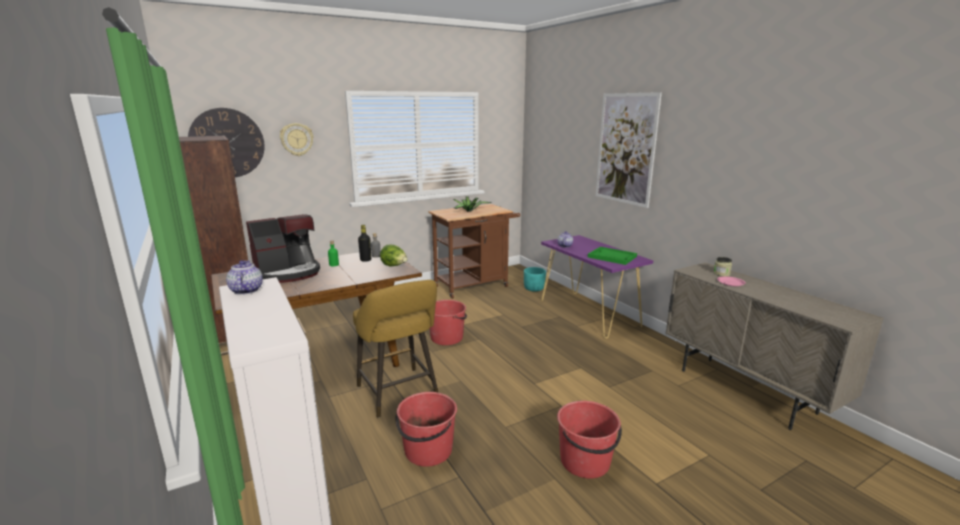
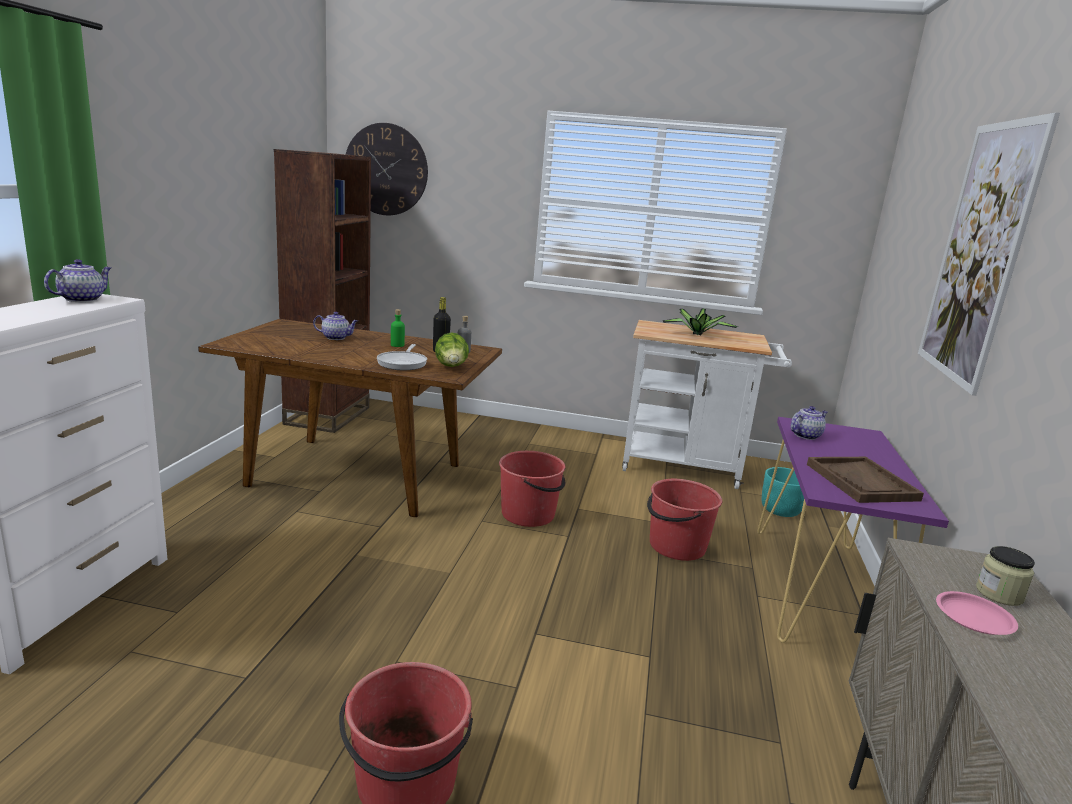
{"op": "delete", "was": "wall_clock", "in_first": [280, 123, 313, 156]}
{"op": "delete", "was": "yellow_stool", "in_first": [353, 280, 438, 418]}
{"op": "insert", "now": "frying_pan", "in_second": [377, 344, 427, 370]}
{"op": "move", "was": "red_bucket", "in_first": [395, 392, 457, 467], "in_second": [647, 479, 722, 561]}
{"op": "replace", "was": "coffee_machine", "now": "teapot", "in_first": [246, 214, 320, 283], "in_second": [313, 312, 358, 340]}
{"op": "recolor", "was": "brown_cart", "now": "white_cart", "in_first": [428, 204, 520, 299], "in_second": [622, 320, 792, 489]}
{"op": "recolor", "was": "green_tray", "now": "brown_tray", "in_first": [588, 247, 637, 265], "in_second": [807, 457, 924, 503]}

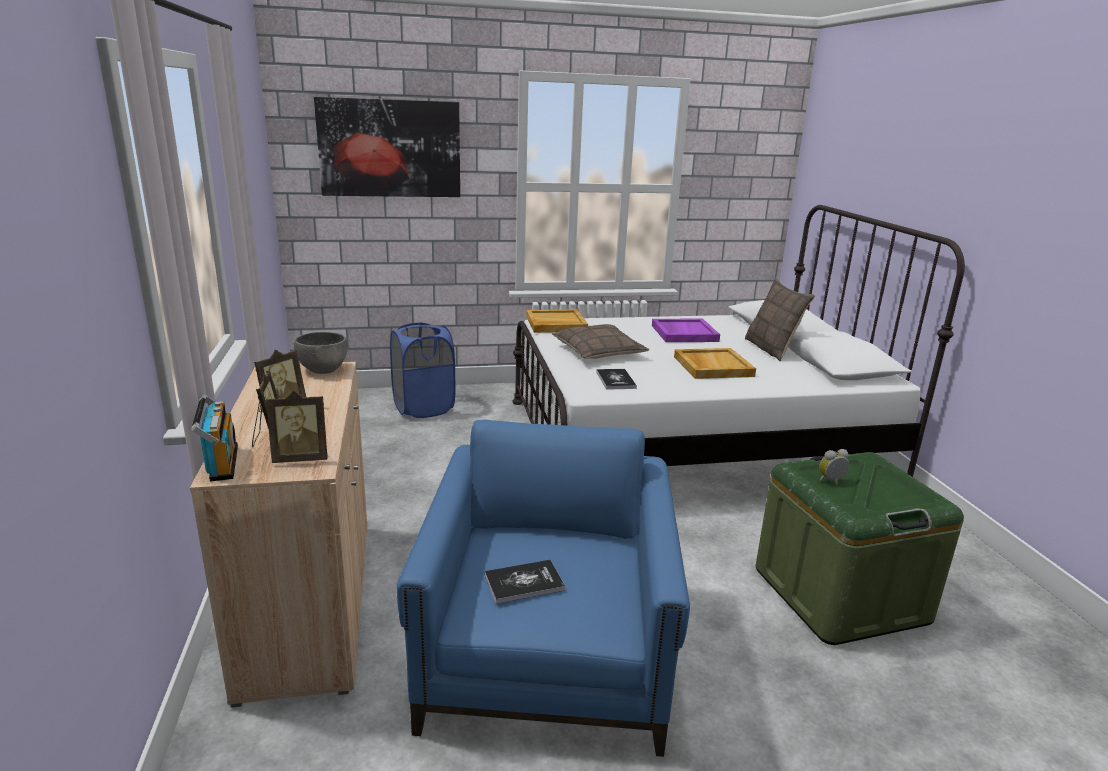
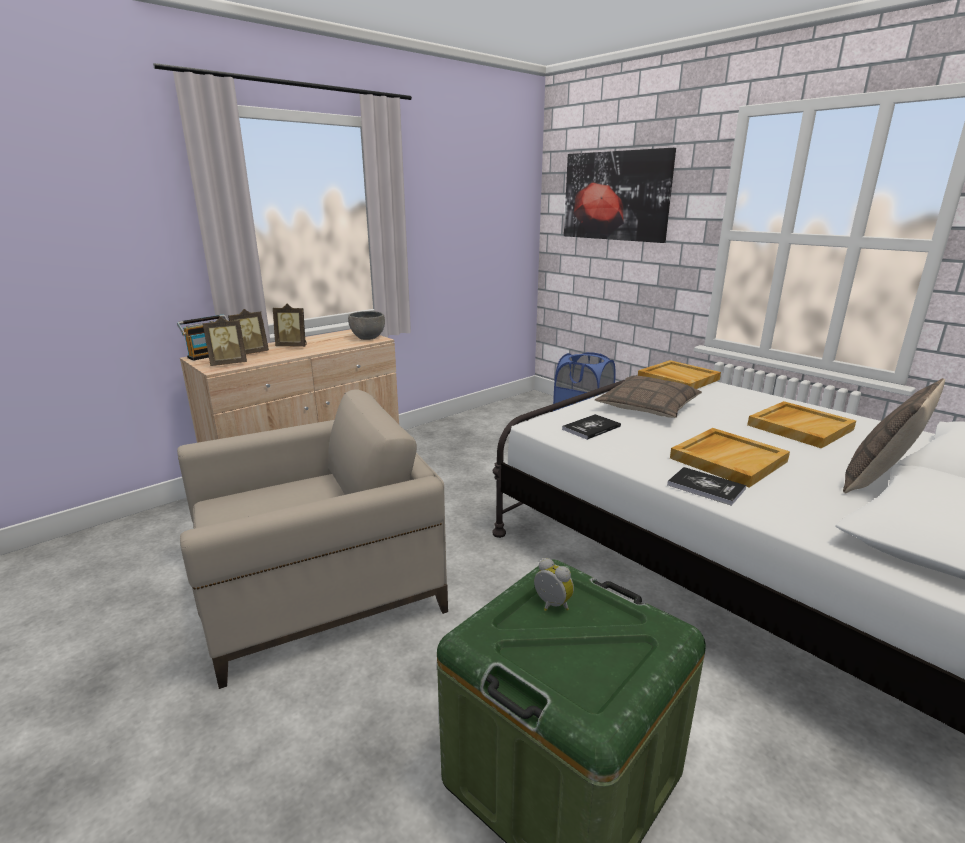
{"op": "move", "was": "book", "in_first": [485, 560, 565, 604], "in_second": [667, 467, 746, 506]}
{"op": "recolor", "was": "blue_armchair", "now": "beige_armchair", "in_first": [397, 419, 690, 757], "in_second": [177, 389, 448, 689]}
{"op": "recolor", "was": "purple_tray", "now": "beige_tray", "in_first": [652, 319, 720, 342], "in_second": [747, 401, 856, 448]}
{"op": "rotate", "was": "picture_frame", "in_first": [266, 390, 327, 463], "in_second": [203, 317, 247, 366], "clockwise": -75}

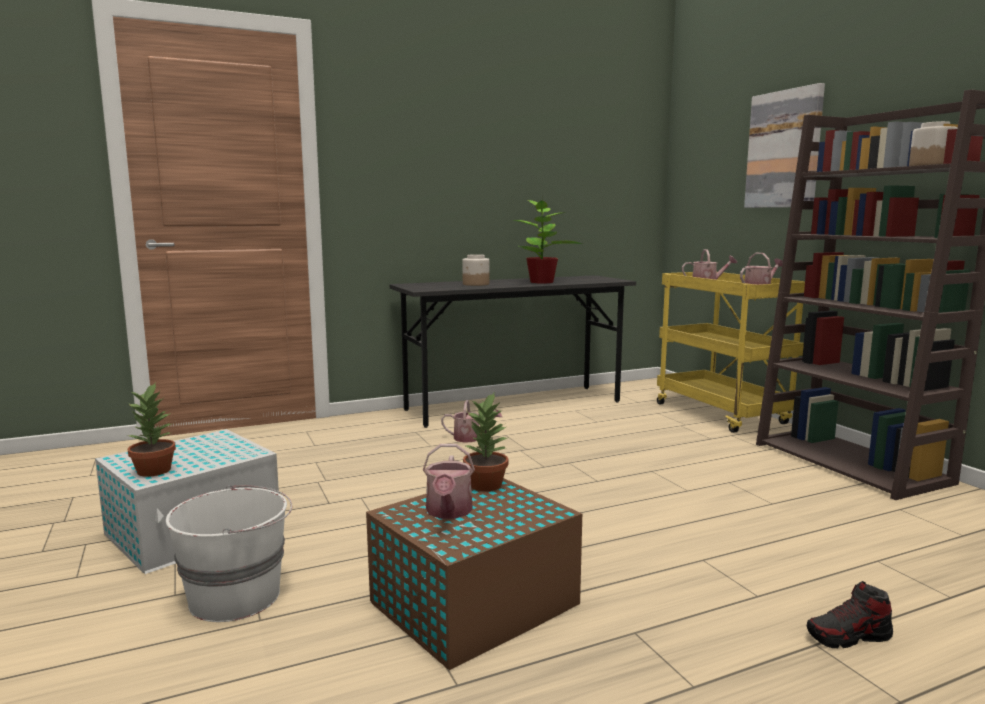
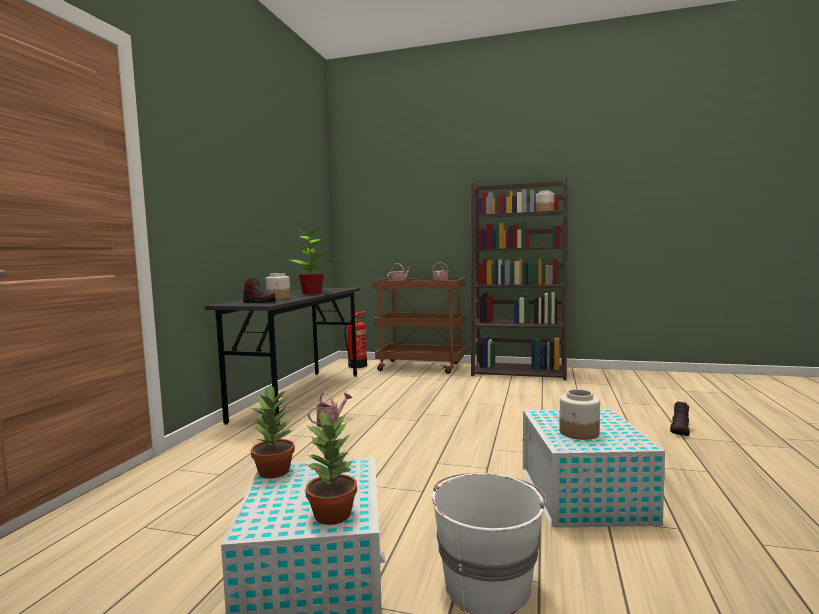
{"op": "delete", "was": "picture", "in_first": [744, 83, 825, 208]}
{"op": "insert", "now": "shoe", "in_second": [243, 277, 276, 303]}
{"op": "insert", "now": "fire_extinguisher", "in_second": [344, 311, 367, 368]}
{"op": "move", "was": "potted_plant", "in_first": [463, 393, 509, 491], "in_second": [251, 385, 295, 478]}
{"op": "replace", "was": "watering_can", "now": "jar", "in_first": [423, 444, 475, 519], "in_second": [559, 389, 600, 440]}
{"op": "recolor", "was": "brown_storage_box", "now": "white_storage_box", "in_first": [366, 478, 582, 670], "in_second": [522, 408, 665, 528]}
{"op": "recolor", "was": "yellow_cart", "now": "brown_cart", "in_first": [657, 272, 805, 433], "in_second": [373, 278, 466, 374]}

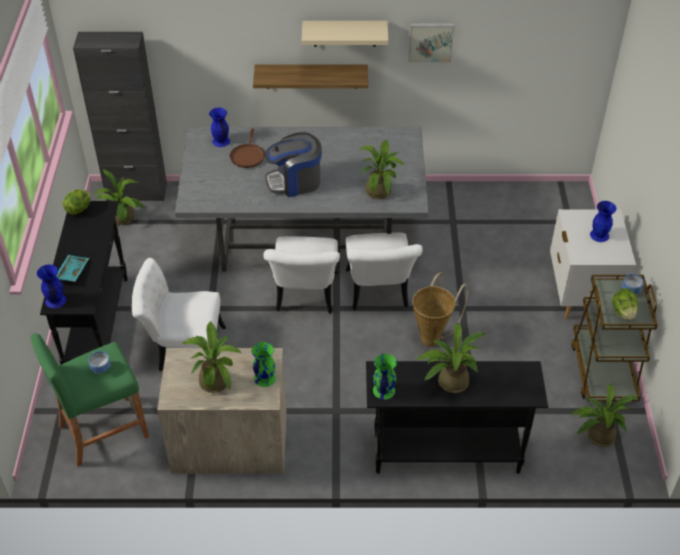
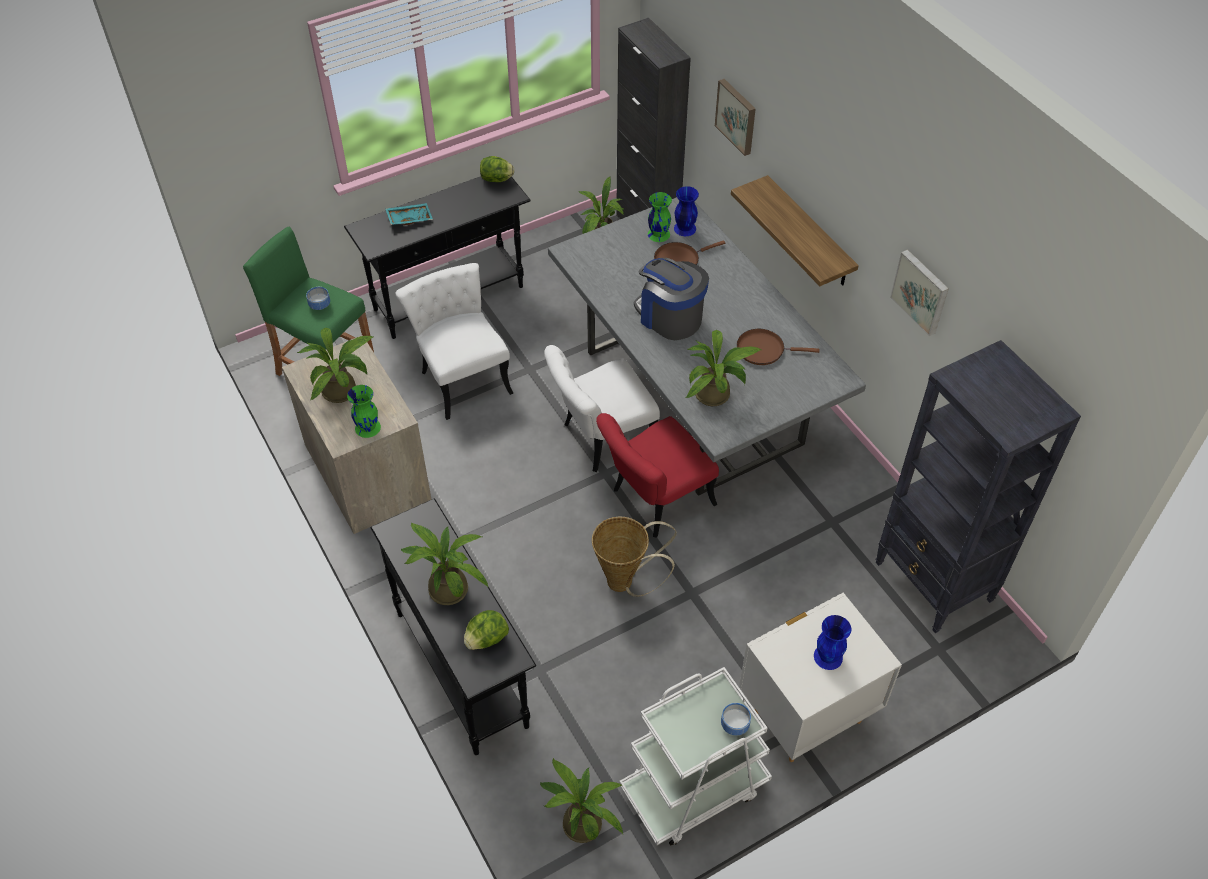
{"op": "delete", "was": "blue_vase", "in_first": [37, 264, 66, 308]}
{"op": "delete", "was": "beige_shelf", "in_first": [302, 21, 389, 47]}
{"op": "insert", "now": "picture", "in_second": [715, 79, 756, 156]}
{"op": "insert", "now": "brown_frying_pan", "in_second": [737, 329, 820, 365]}
{"op": "insert", "now": "black_bookcase", "in_second": [876, 340, 1081, 633]}
{"op": "move", "was": "green_vase", "in_first": [373, 354, 397, 400], "in_second": [648, 192, 672, 242]}
{"op": "move", "was": "lettuce", "in_first": [612, 288, 638, 320], "in_second": [464, 610, 509, 650]}
{"op": "recolor", "was": "white_chair", "now": "red_chair", "in_first": [346, 232, 423, 310], "in_second": [596, 413, 719, 538]}
{"op": "recolor", "was": "brown_cart", "now": "white_cart", "in_first": [571, 275, 658, 401], "in_second": [619, 667, 772, 845]}

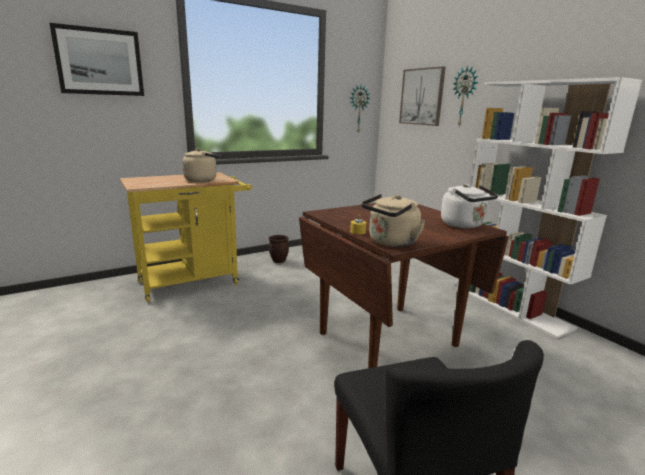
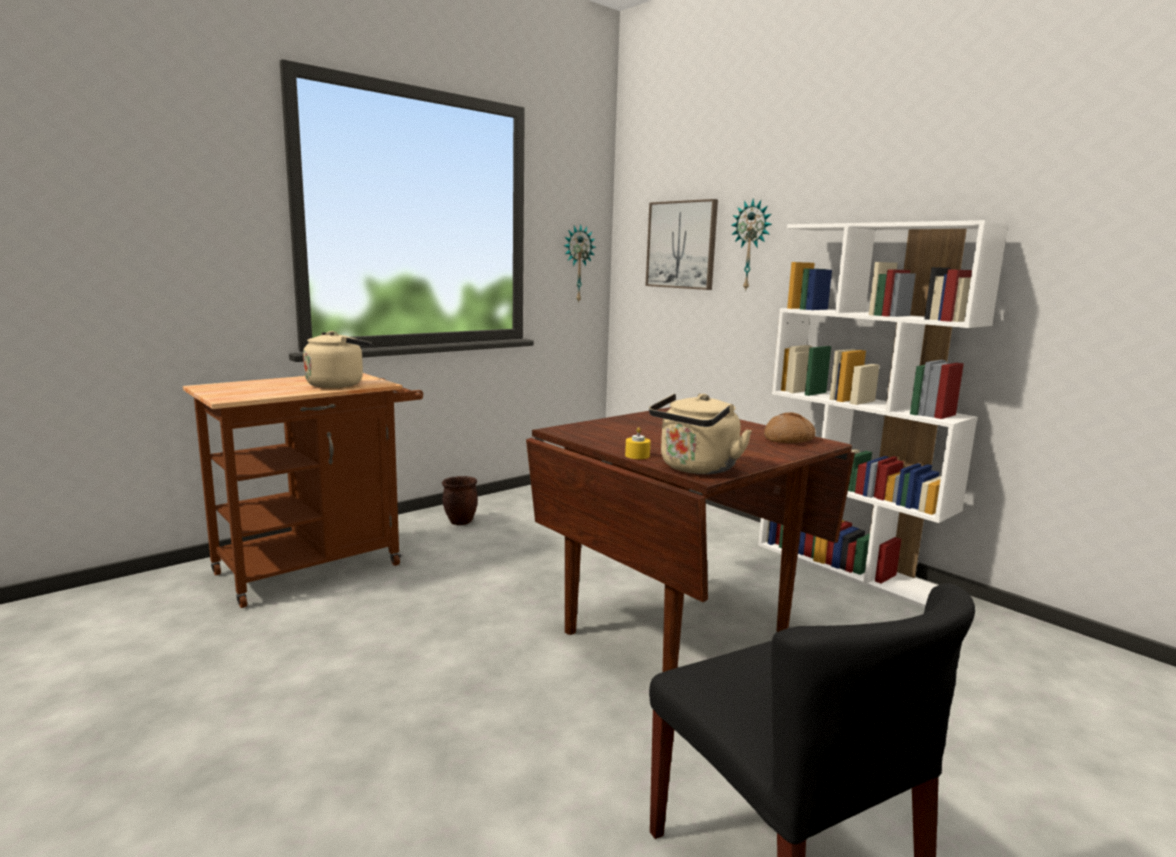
{"op": "delete", "was": "picture", "in_first": [50, 23, 144, 96]}
{"op": "replace", "was": "white_kettle", "now": "bread", "in_first": [441, 184, 498, 228], "in_second": [764, 412, 816, 443]}
{"op": "recolor", "was": "yellow_cart", "now": "brown_cart", "in_first": [120, 172, 252, 303], "in_second": [183, 373, 423, 608]}

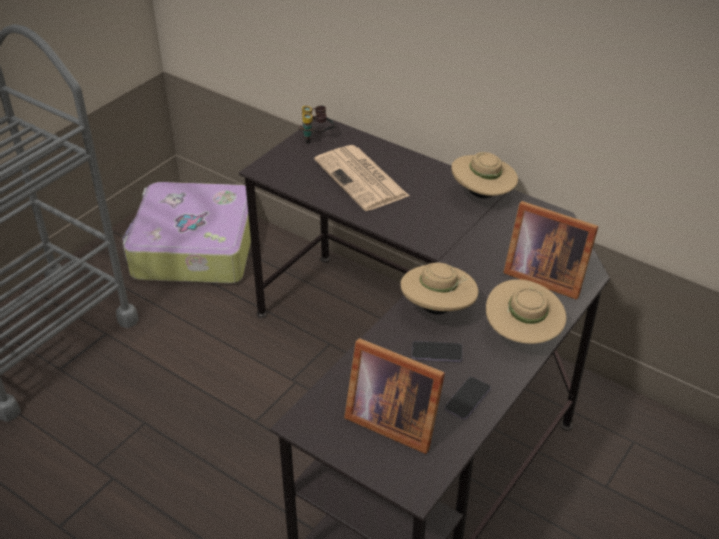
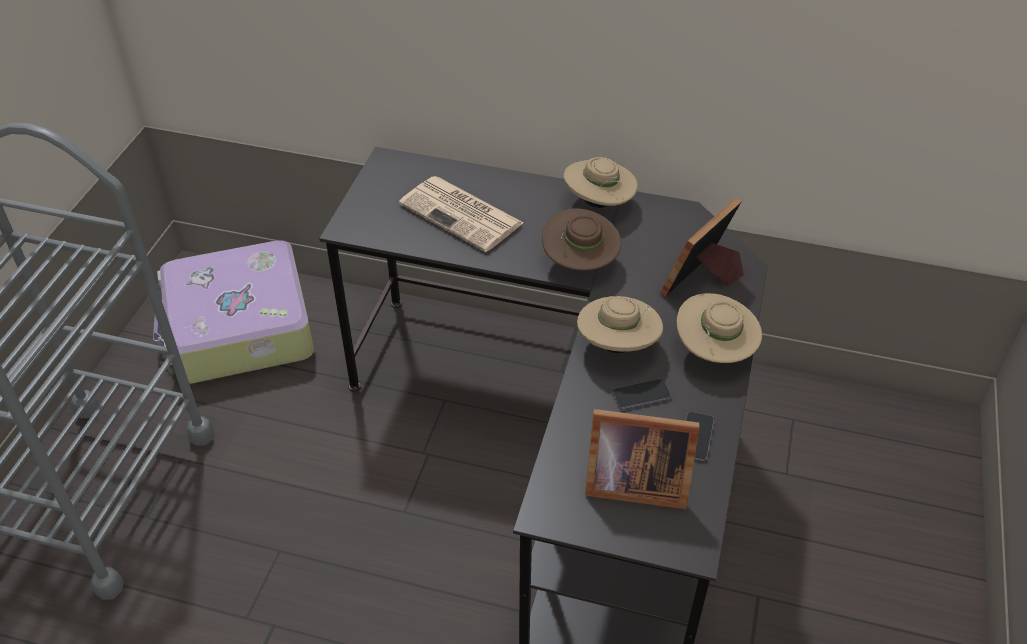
{"op": "delete", "was": "binoculars", "in_first": [299, 105, 335, 144]}
{"op": "insert", "now": "brown_hat", "in_second": [542, 208, 621, 270]}
{"op": "rotate", "was": "picture_frame", "in_first": [503, 201, 598, 300], "in_second": [660, 197, 744, 297], "clockwise": 120}

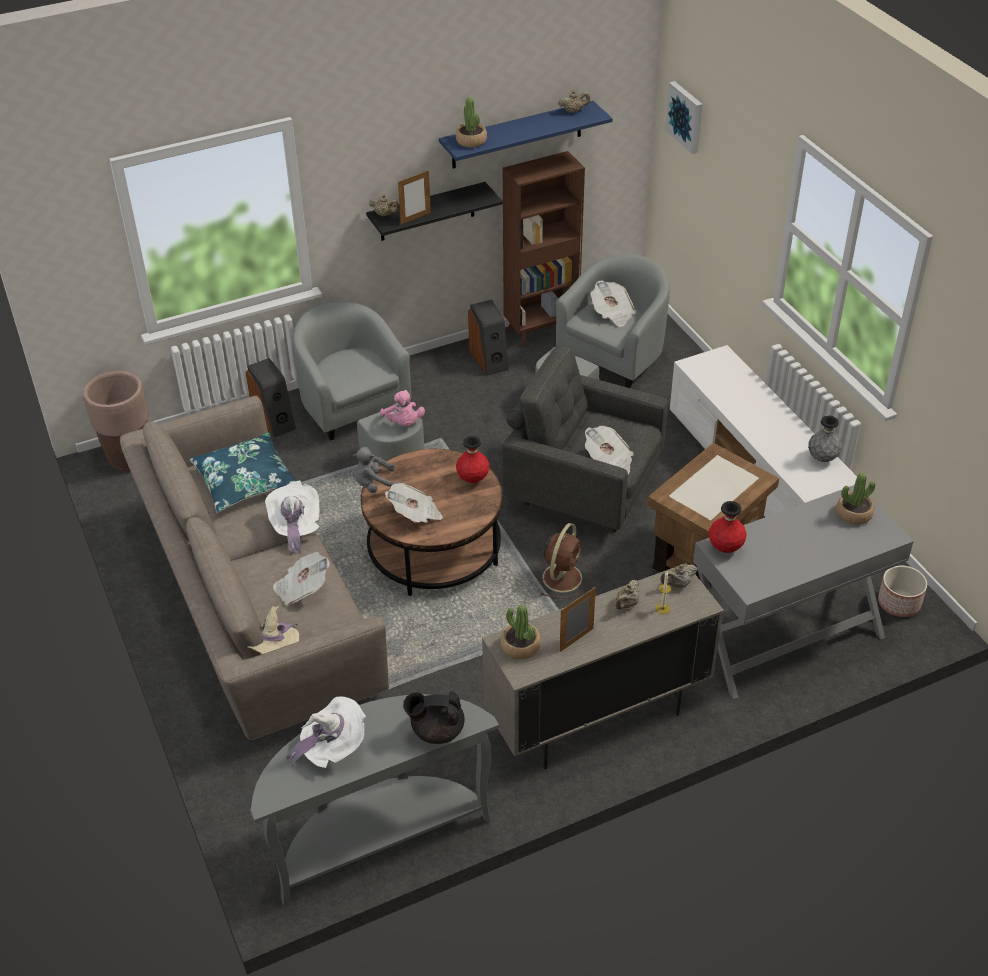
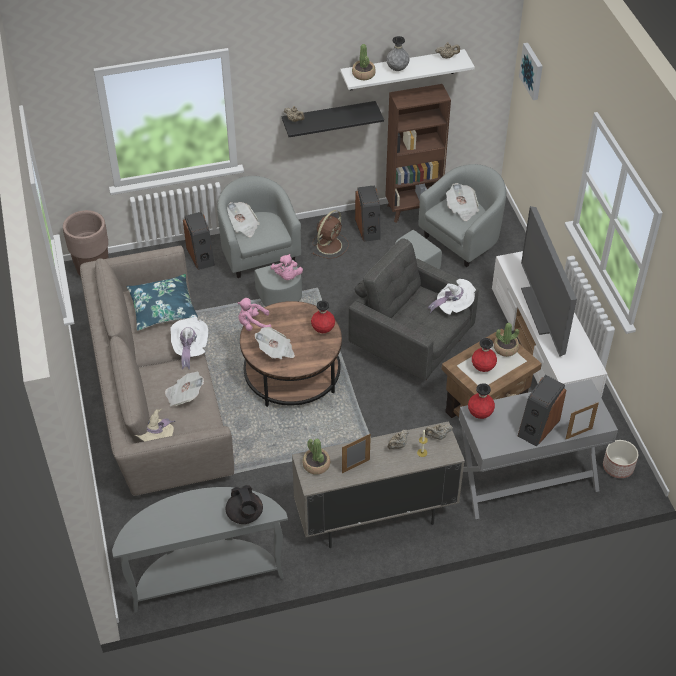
{"op": "insert", "now": "red_vase", "in_second": [472, 338, 497, 372]}
{"op": "insert", "now": "speaker", "in_second": [518, 375, 566, 447]}
{"op": "insert", "now": "television", "in_second": [521, 206, 577, 357]}
{"op": "move", "was": "white_hat", "in_first": [286, 696, 366, 768], "in_second": [428, 279, 476, 315]}
{"op": "move", "was": "picture_frame", "in_first": [398, 170, 431, 224], "in_second": [565, 402, 599, 440]}
{"op": "move", "was": "brown_fan", "in_first": [536, 523, 591, 599], "in_second": [312, 210, 349, 259]}
{"op": "move", "was": "newspaper", "in_first": [585, 426, 633, 474], "in_second": [227, 202, 260, 237]}
{"op": "move", "was": "grey_vase", "in_first": [808, 416, 842, 462], "in_second": [386, 36, 410, 71]}
{"op": "move", "was": "potted_plant", "in_first": [837, 473, 875, 525], "in_second": [494, 323, 519, 357]}
{"op": "recolor", "was": "grey_plush_toy", "now": "pink_plush_toy", "in_first": [353, 447, 402, 493], "in_second": [237, 298, 271, 331]}
{"op": "recolor", "was": "blue_shelf", "now": "white_shelf", "in_first": [439, 101, 613, 168], "in_second": [340, 49, 475, 90]}
{"op": "rotate", "was": "black_teapot", "in_first": [403, 691, 465, 744], "in_second": [225, 485, 263, 524], "clockwise": -120}

